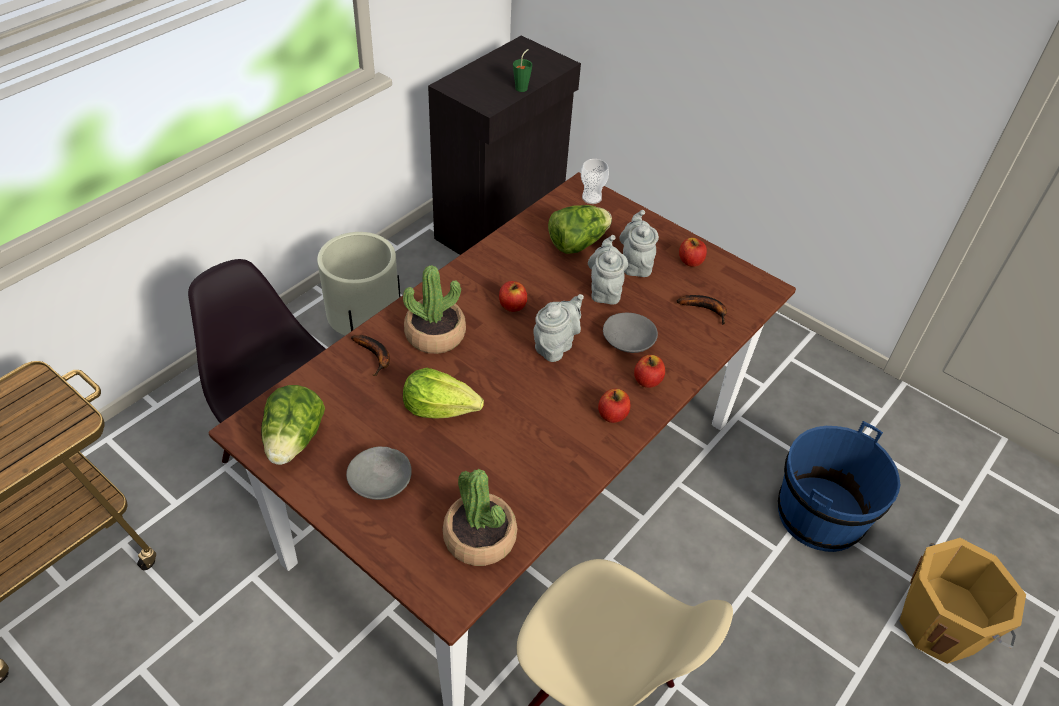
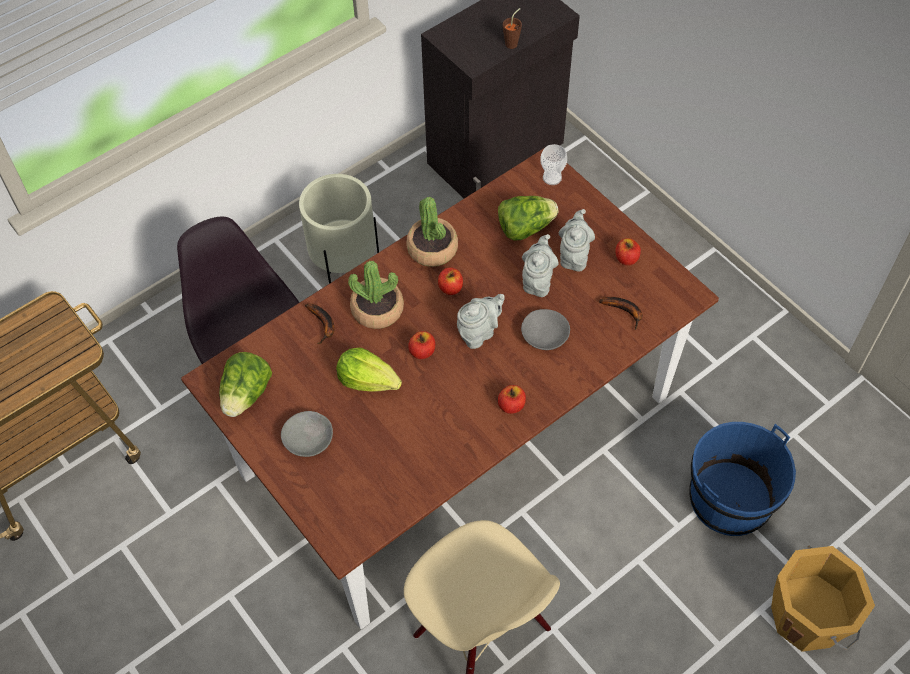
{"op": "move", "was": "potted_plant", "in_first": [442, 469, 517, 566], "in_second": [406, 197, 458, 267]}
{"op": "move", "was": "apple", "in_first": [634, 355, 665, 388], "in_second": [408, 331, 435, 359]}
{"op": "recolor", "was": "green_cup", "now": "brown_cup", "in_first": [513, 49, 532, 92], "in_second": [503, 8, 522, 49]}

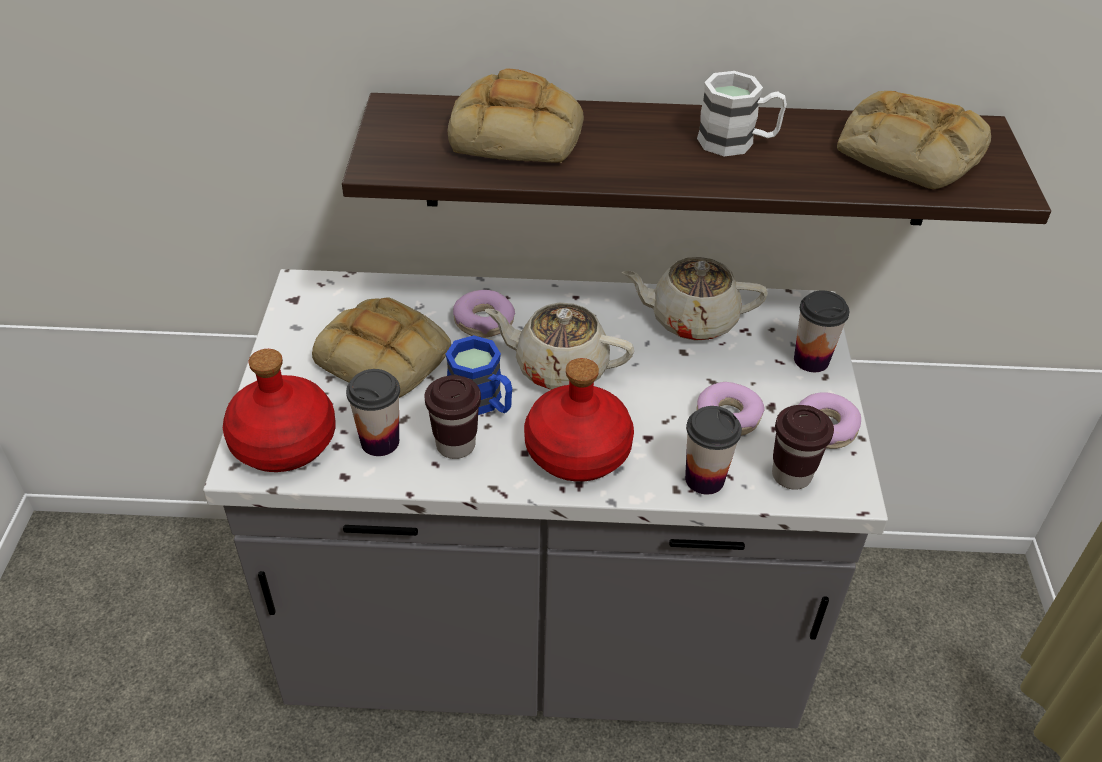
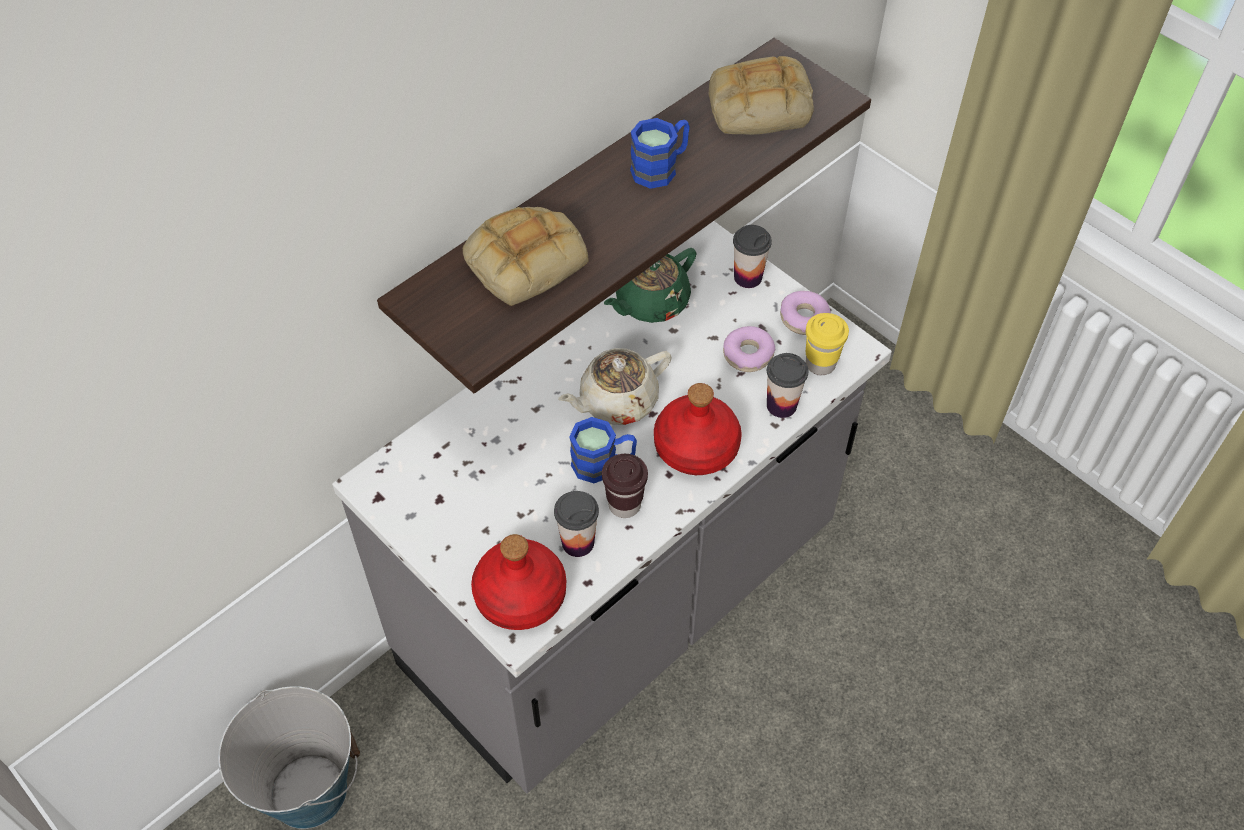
{"op": "delete", "was": "bread", "in_first": [312, 297, 451, 398]}
{"op": "delete", "was": "donut", "in_first": [453, 290, 515, 338]}
{"op": "insert", "now": "bucket", "in_second": [218, 686, 360, 829]}
{"op": "recolor", "was": "beige_teapot", "now": "green_teapot", "in_first": [622, 257, 768, 341], "in_second": [604, 248, 697, 323]}
{"op": "recolor", "was": "white_mug", "now": "blue_mug", "in_first": [697, 71, 787, 156], "in_second": [630, 118, 690, 189]}
{"op": "recolor", "was": "brown_cup", "now": "yellow_cup", "in_first": [772, 405, 834, 490], "in_second": [806, 313, 849, 375]}

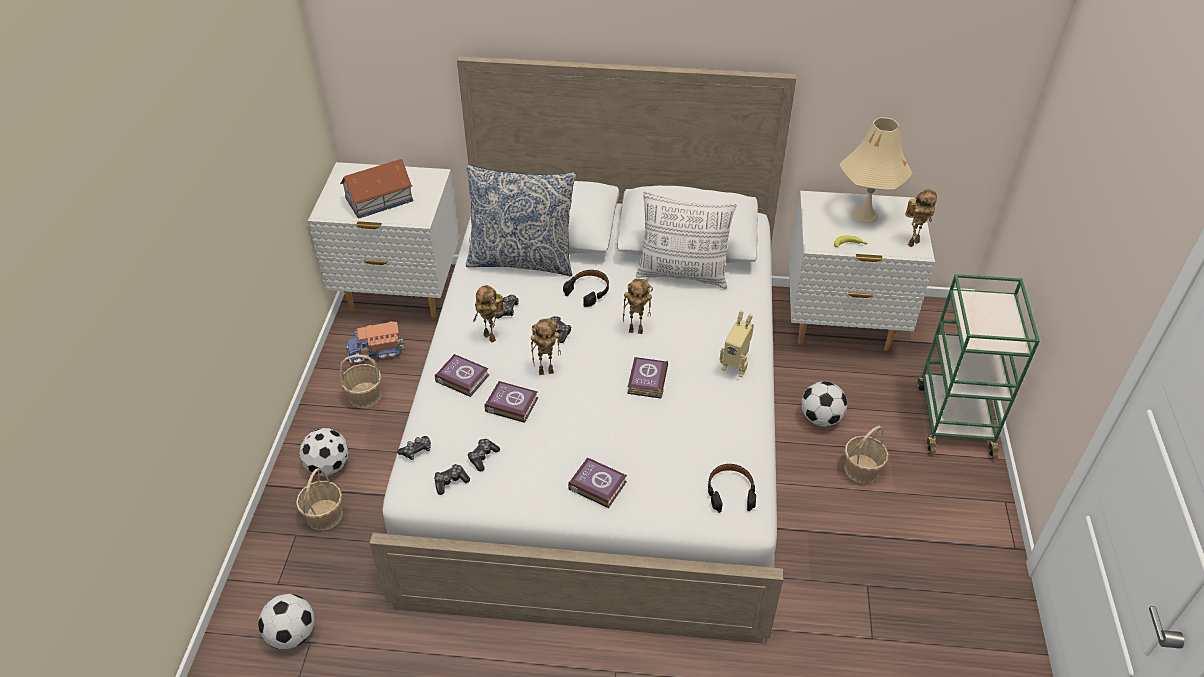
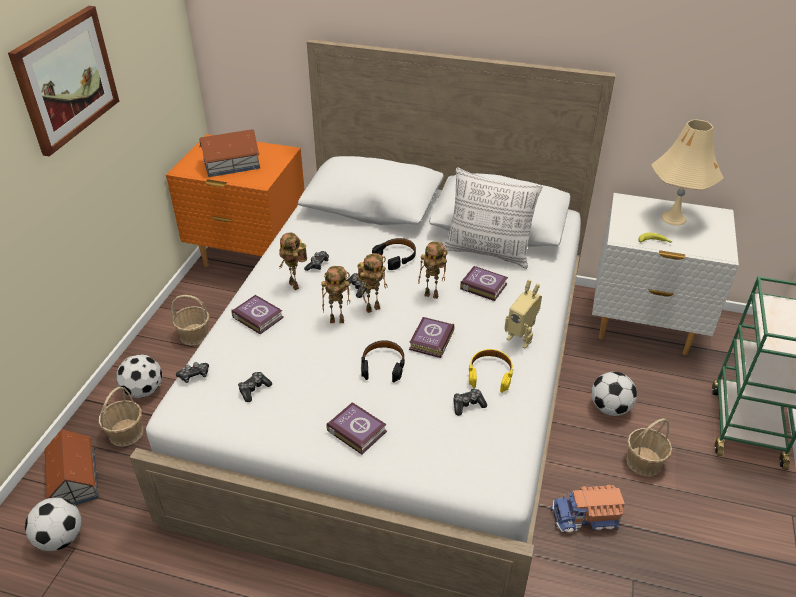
{"op": "delete", "was": "pillow", "in_first": [466, 165, 576, 276]}
{"op": "insert", "now": "picture", "in_second": [8, 6, 119, 157]}
{"op": "insert", "now": "toy_house", "in_second": [44, 429, 99, 505]}
{"op": "insert", "now": "yellow_headphones", "in_second": [469, 349, 513, 393]}
{"op": "move", "was": "toy_truck", "in_first": [346, 321, 404, 363], "in_second": [550, 485, 625, 532]}
{"op": "move", "was": "game_controller", "in_first": [434, 464, 470, 495], "in_second": [453, 388, 487, 416]}
{"op": "move", "was": "book", "in_first": [485, 381, 538, 423], "in_second": [460, 266, 508, 301]}
{"op": "move", "was": "black_headphones", "in_first": [708, 464, 756, 513], "in_second": [361, 340, 404, 382]}
{"op": "move", "was": "toy_robot", "in_first": [905, 189, 937, 247], "in_second": [358, 253, 388, 313]}
{"op": "recolor", "was": "white_nightstand", "now": "orange_nightstand", "in_first": [308, 162, 459, 318], "in_second": [166, 134, 305, 267]}

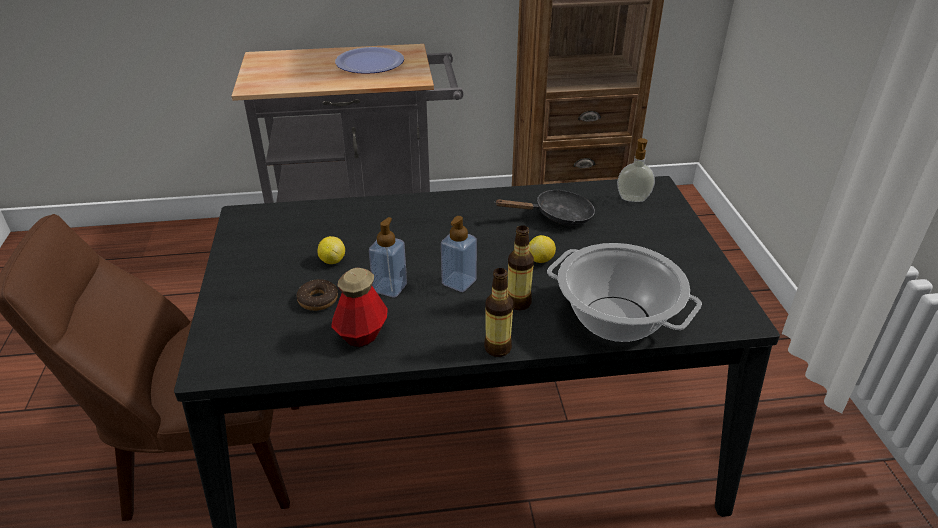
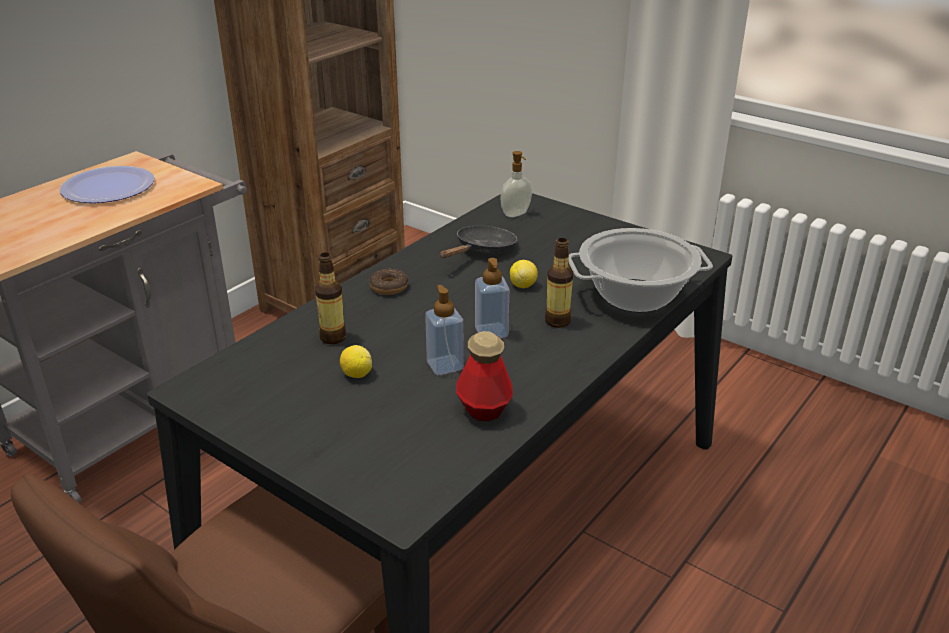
{"op": "move", "was": "donut", "in_first": [297, 279, 338, 311], "in_second": [369, 268, 408, 295]}
{"op": "move", "was": "bottle", "in_first": [484, 268, 513, 357], "in_second": [315, 253, 346, 344]}

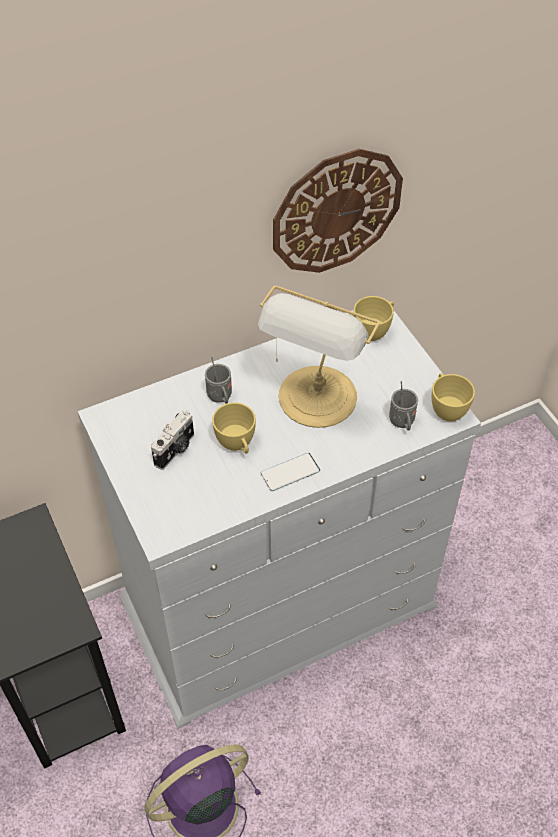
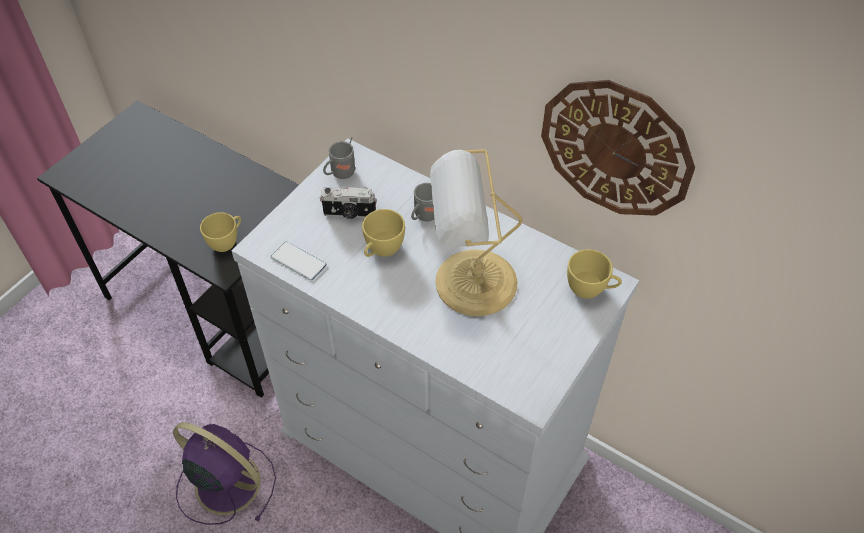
{"op": "move", "was": "phone", "in_first": [261, 453, 320, 491], "in_second": [271, 241, 327, 281]}
{"op": "move", "was": "grey_mug", "in_first": [389, 381, 418, 430], "in_second": [323, 137, 355, 179]}
{"op": "move", "was": "yellow_cup", "in_first": [432, 373, 475, 421], "in_second": [200, 212, 241, 252]}

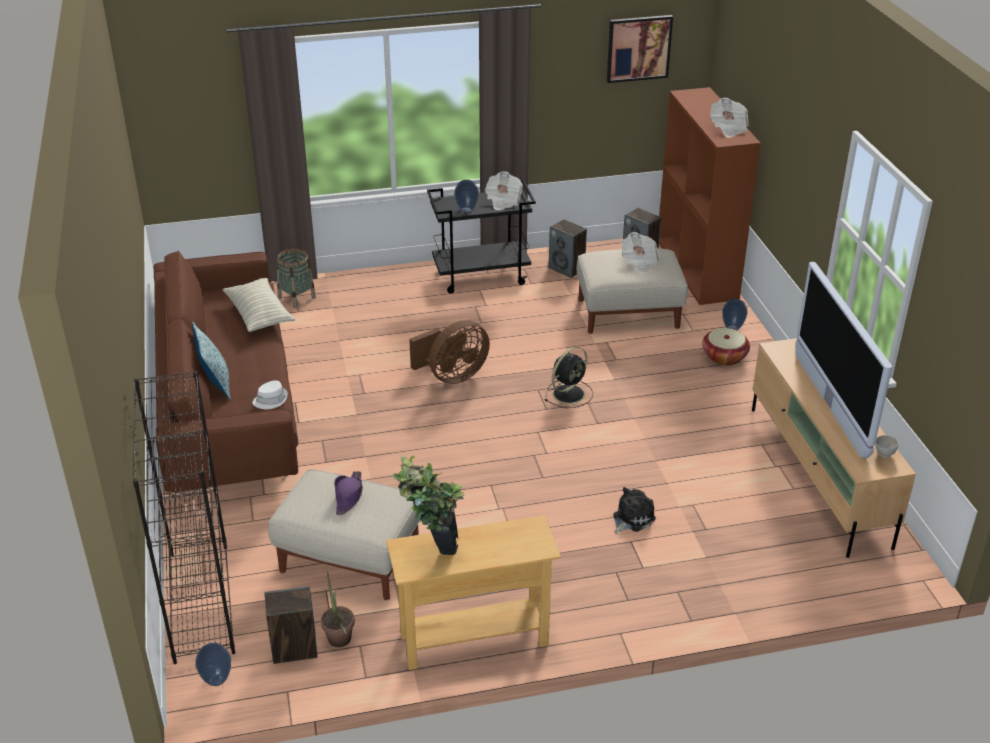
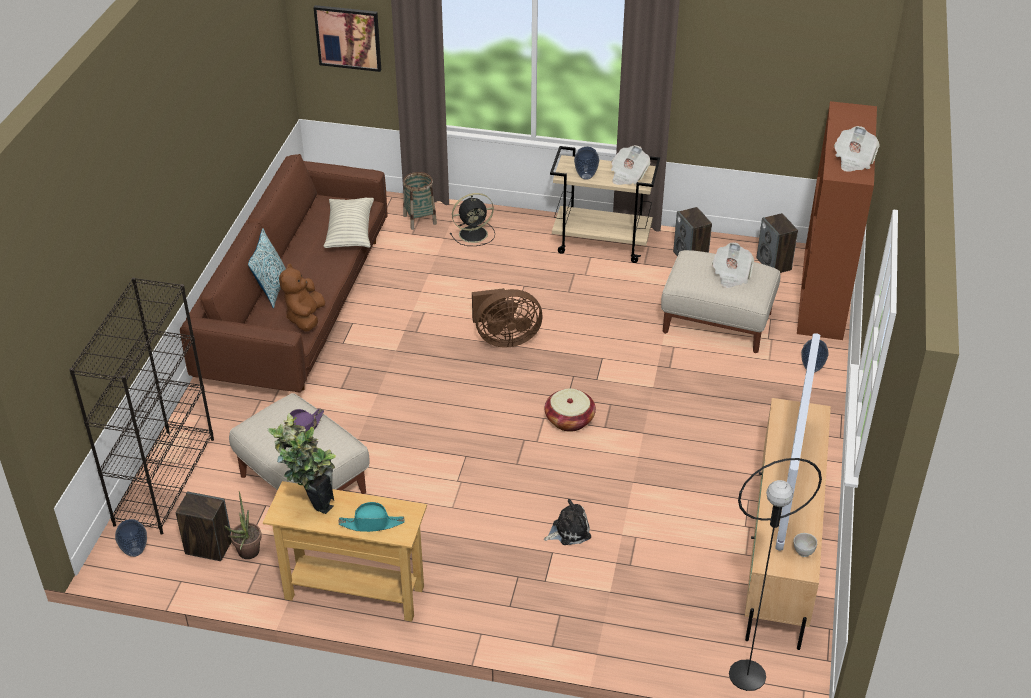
{"op": "insert", "now": "turquoise_hat", "in_second": [338, 502, 405, 532]}
{"op": "insert", "now": "black_floor_lamp", "in_second": [729, 458, 822, 691]}
{"op": "move", "was": "black_fan", "in_first": [544, 347, 593, 408], "in_second": [450, 193, 495, 246]}
{"op": "move", "was": "picture", "in_first": [607, 15, 673, 83], "in_second": [313, 5, 381, 72]}
{"op": "move", "was": "basket", "in_first": [702, 328, 750, 366], "in_second": [544, 389, 596, 432]}
{"op": "replace", "was": "white_hat", "now": "brown_plush_toy", "in_first": [253, 380, 288, 409], "in_second": [279, 264, 325, 331]}
{"op": "recolor", "was": "black_cart", "now": "beige_cart", "in_first": [427, 179, 536, 294], "in_second": [550, 146, 660, 263]}

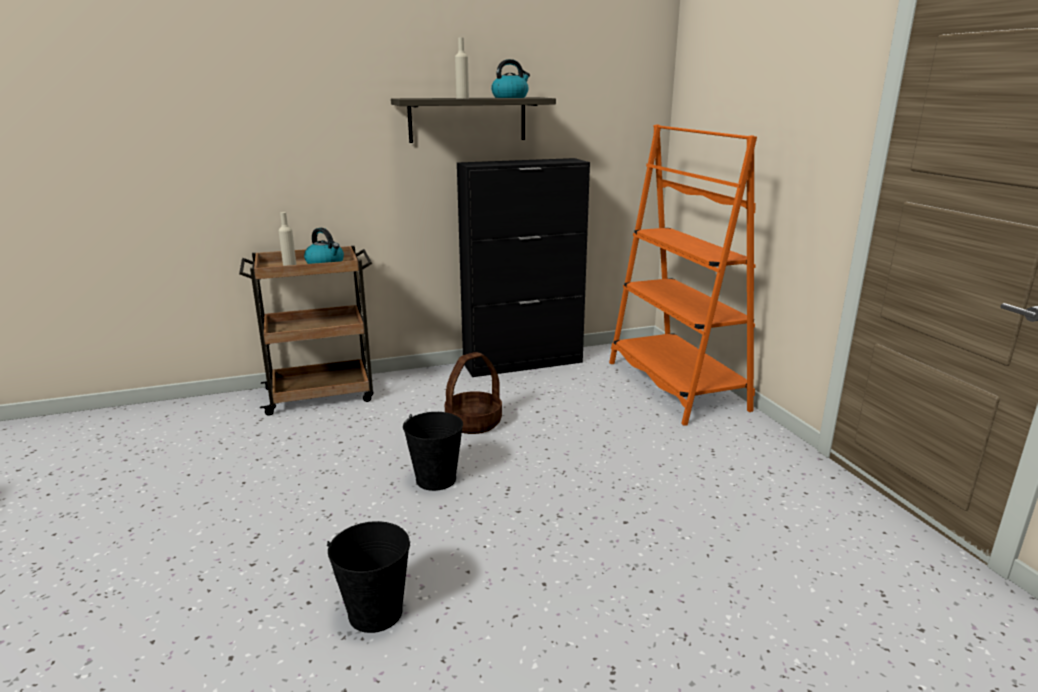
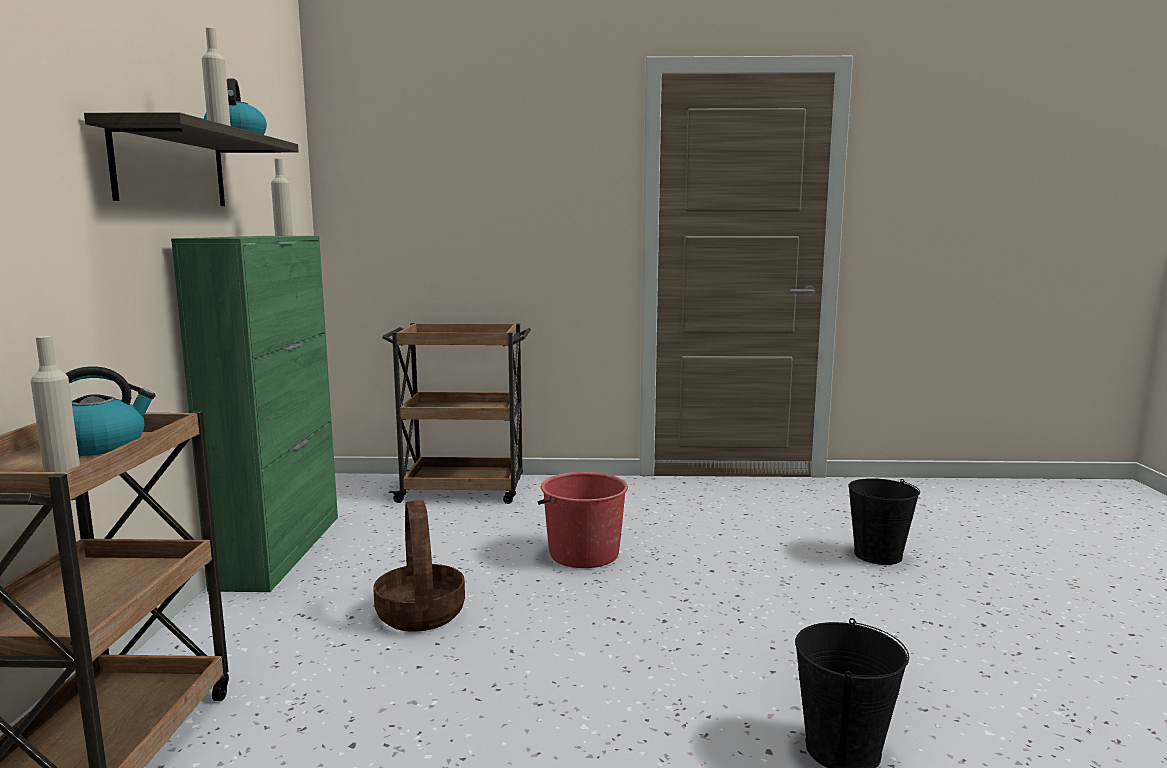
{"op": "insert", "now": "beige_bottle", "in_second": [271, 159, 293, 236]}
{"op": "insert", "now": "red_bucket", "in_second": [538, 472, 628, 568]}
{"op": "move", "was": "black_bucket", "in_first": [403, 412, 463, 491], "in_second": [848, 478, 920, 565]}
{"op": "replace", "was": "orange_bookcase", "now": "brown_cart", "in_first": [609, 124, 757, 426], "in_second": [382, 323, 531, 504]}
{"op": "recolor", "was": "black_cabinet", "now": "green_cabinet", "in_first": [457, 158, 590, 377], "in_second": [171, 236, 338, 592]}

